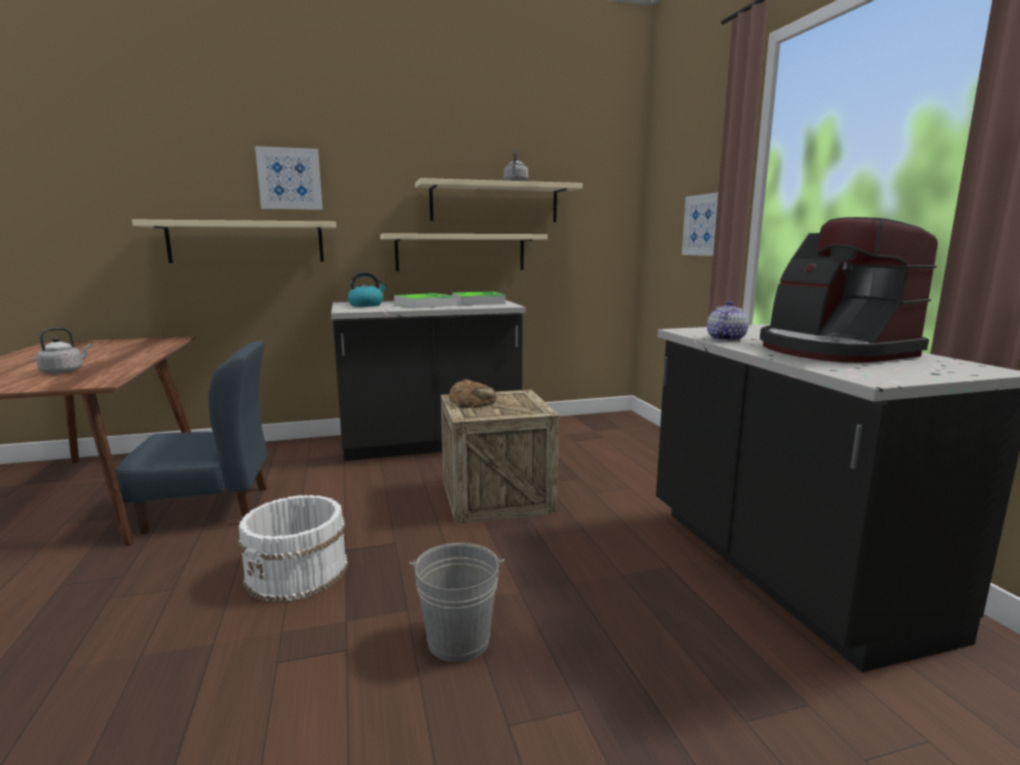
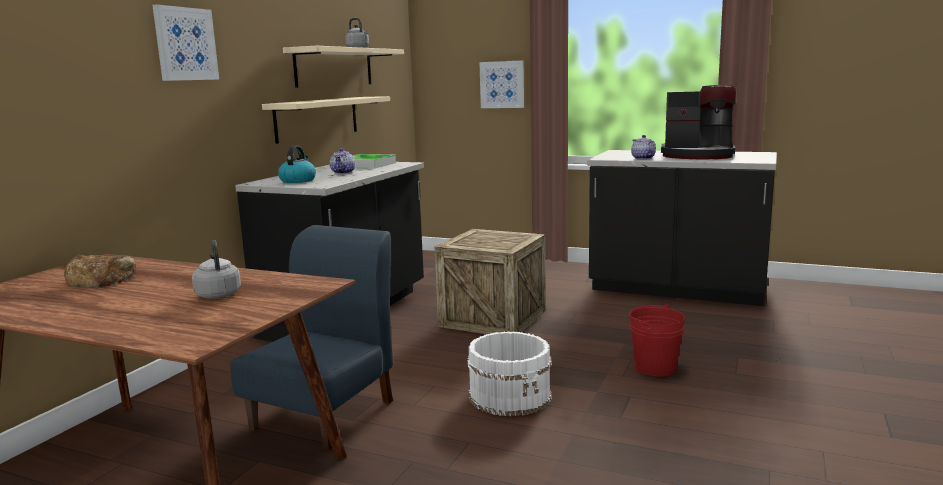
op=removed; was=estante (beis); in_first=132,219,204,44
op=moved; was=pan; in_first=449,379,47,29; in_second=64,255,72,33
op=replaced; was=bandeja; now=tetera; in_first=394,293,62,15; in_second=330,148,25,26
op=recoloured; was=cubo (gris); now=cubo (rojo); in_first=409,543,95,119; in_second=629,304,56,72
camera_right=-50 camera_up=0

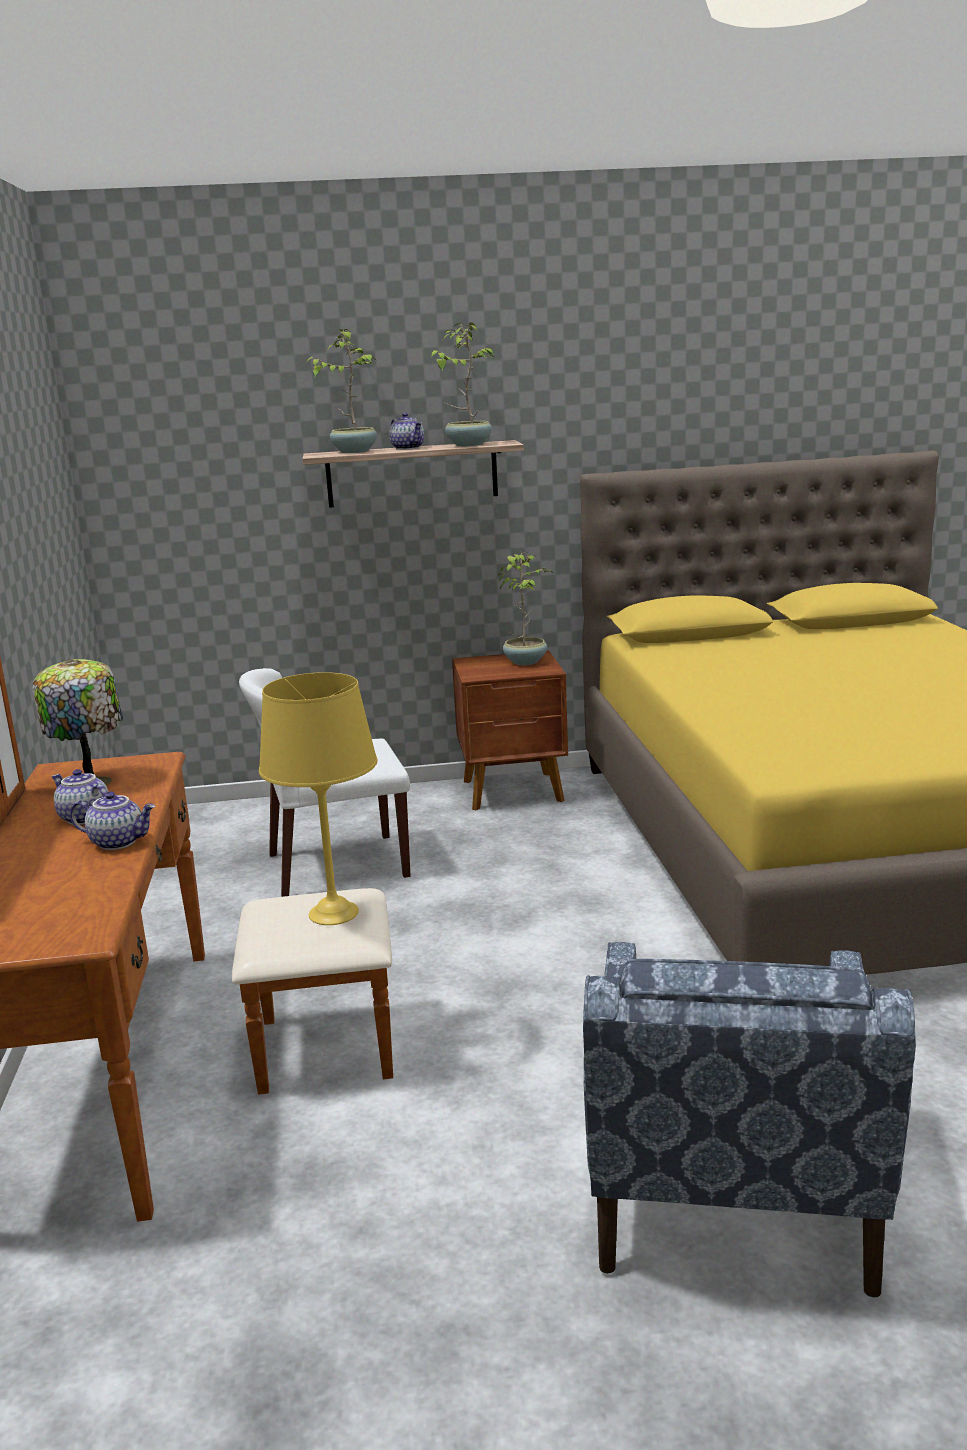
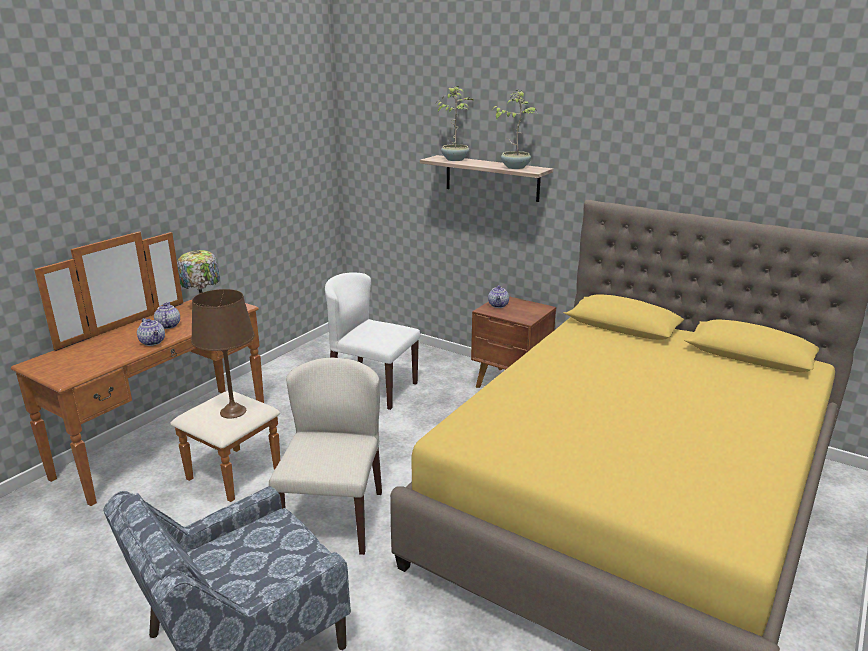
op=removed; was=planta en maceta; in_first=498,552,54,113
op=added; now=silla (beis); in_second=269,357,113,198
op=moved; was=tetera; in_first=389,413,35,37; in_second=488,285,21,23
op=recoloured; was=lámpara de mesa (amarillo); now=lámpara de mesa (marrón); in_first=259,672,119,253; in_second=191,289,64,129
camera_right=40 camera_up=5

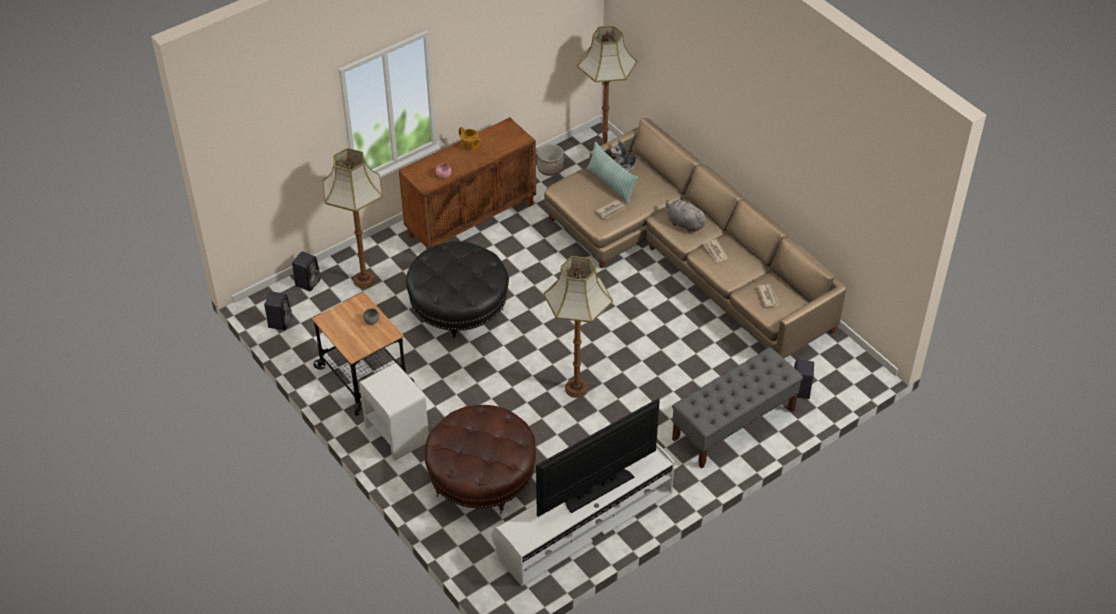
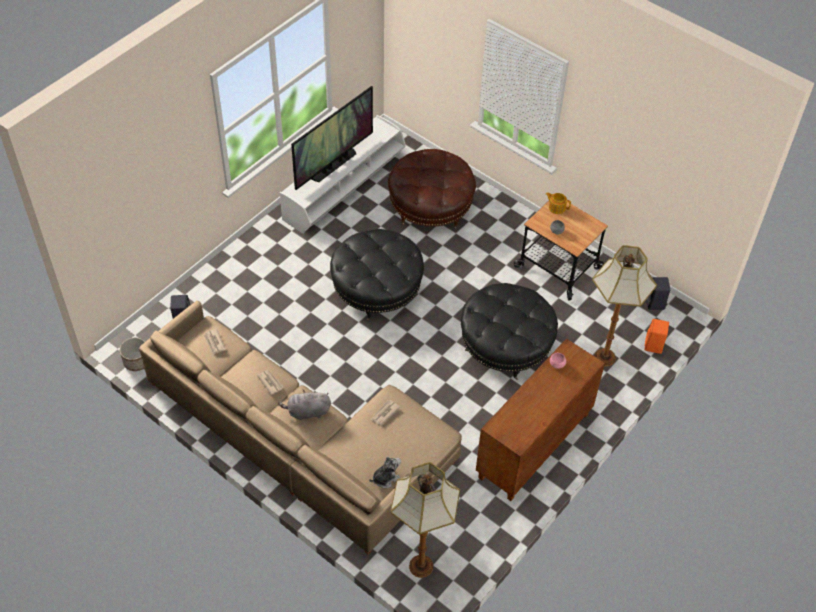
op=removed; was=mesita de noche (blanco); in_first=359,363,70,98
op=removed; was=cojín; in_first=586,142,53,63
op=removed; was=banco (gris); in_first=672,347,131,122
op=moved; was=tetera; in_first=459,127,22,24; in_second=546,192,25,22
op=moved; was=maceta; in_first=537,144,27,32; in_second=120,338,25,33
op=replaced; was=lámpara de pie; now=puf (negro); in_first=544,256,69,142; in_second=330,229,94,92
op=recoloured; was=altavoz (negro); now=altavoz (naranja); in_first=292,251,29,40; in_second=645,319,24,35
op=turned; was=peluche (gris); in_first=666,199,42,34; in_second=278,389,53,32; clockwise=150
camera_right=165 camera_up=5

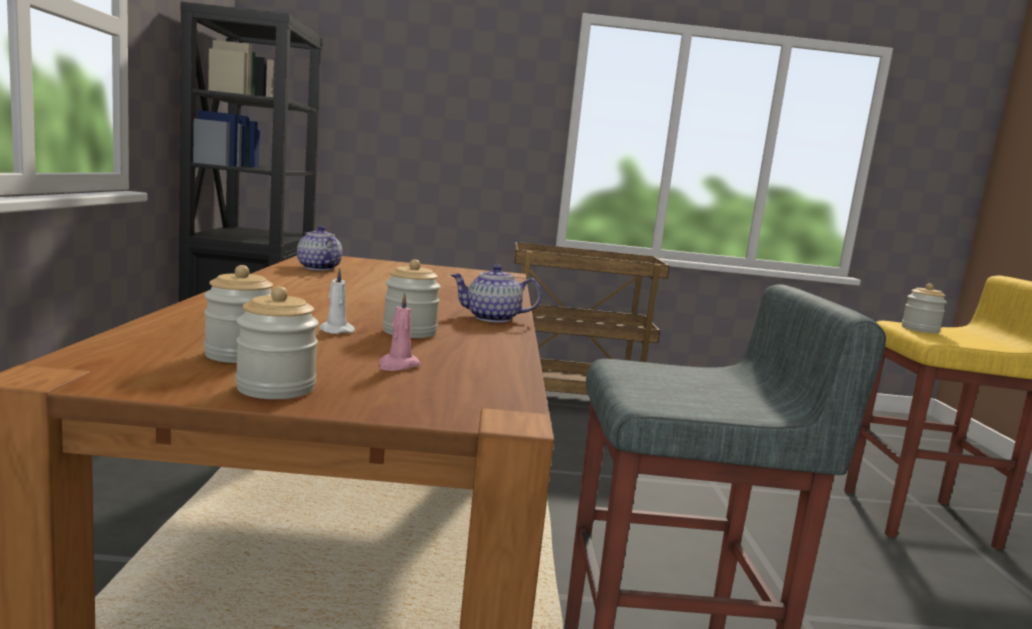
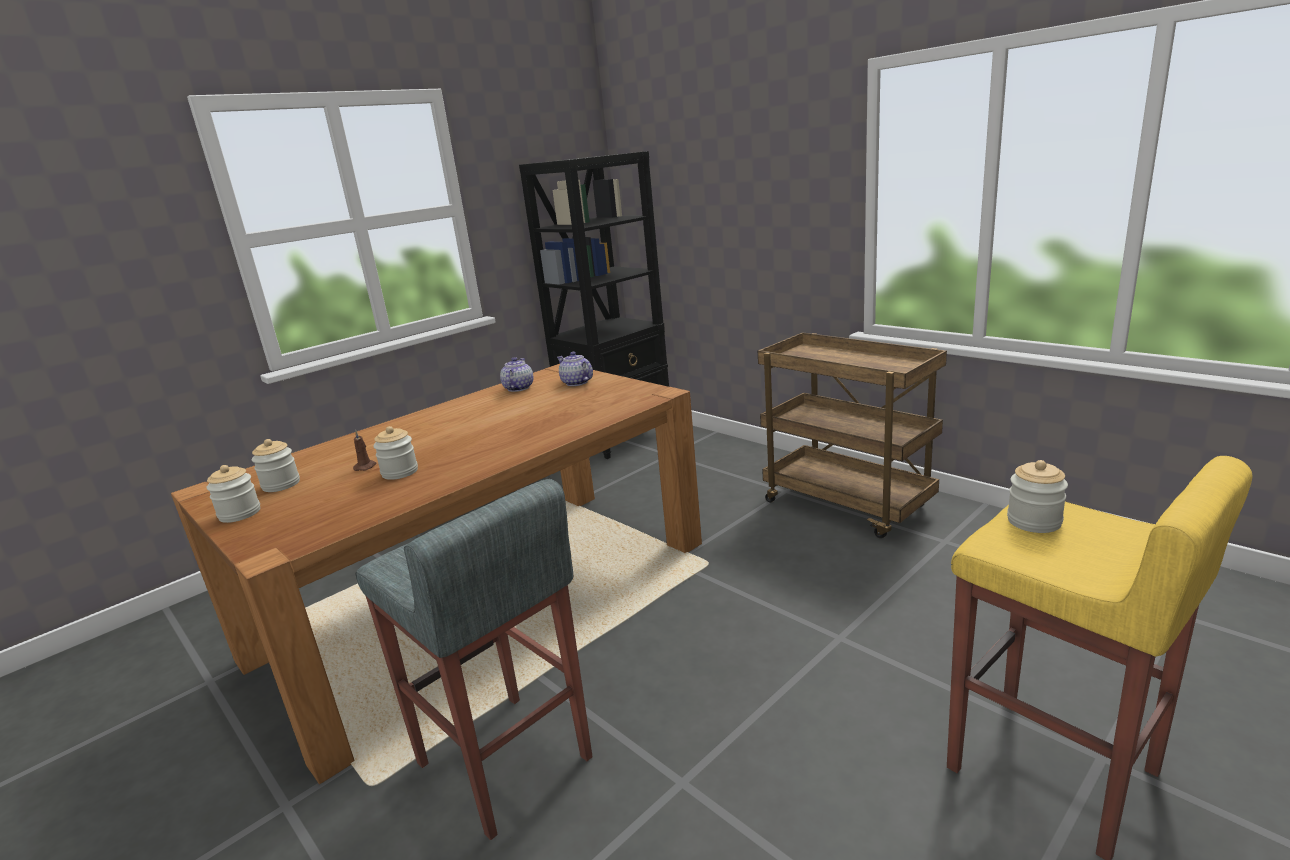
op=removed; was=vela (rosa); in_first=379,292,42,79
op=moved; was=tetera; in_first=451,265,91,58; in_second=557,352,36,34
op=recoloured; was=vela (blanco); now=vela (marrón); in_first=319,267,36,67; in_second=353,430,23,41
camera_right=50 camera_up=10

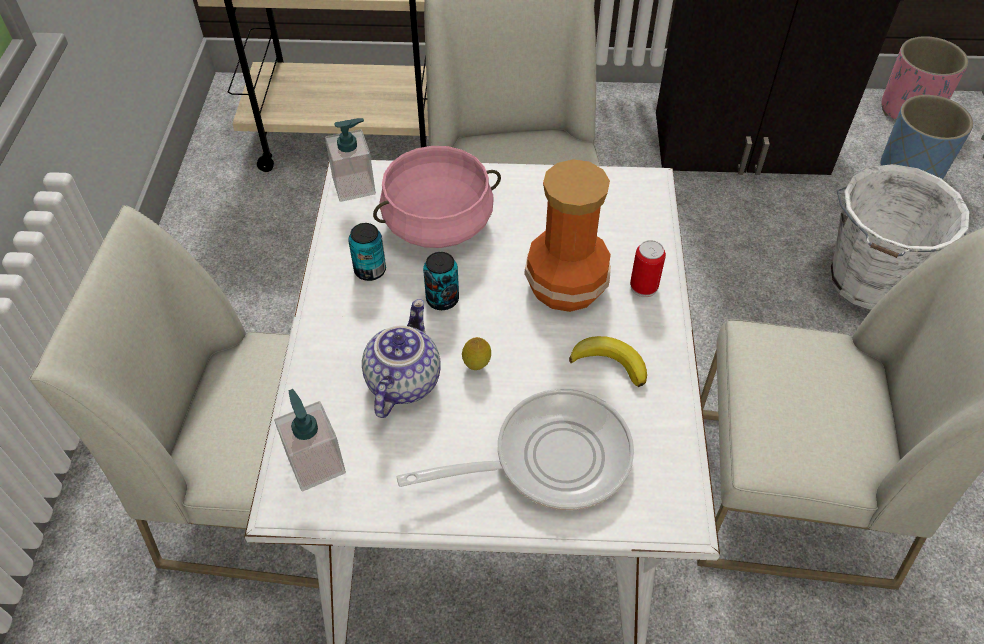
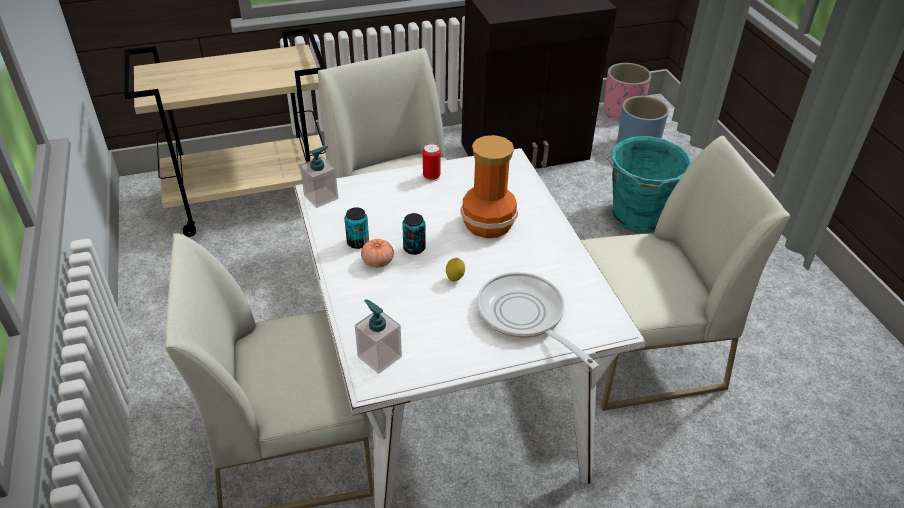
op=removed; was=tetera; in_first=362,299,79,119
op=removed; was=olla (rosa); in_first=373,146,128,102
op=removed; was=plátano; in_first=569,336,78,51
op=added; now=tomate; in_second=361,239,33,29
op=moved; was=lata; in_first=630,240,36,57; in_second=423,144,18,38
op=recoloured; was=cubo (blanco); now=cubo (turquesa); in_first=830,164,139,145; in_second=607,136,85,97
op=turned; was=sartén; in_first=397,389,237,121; in_second=477,272,122,97; clockwise=-90
camera_right=-20 camera_up=-10

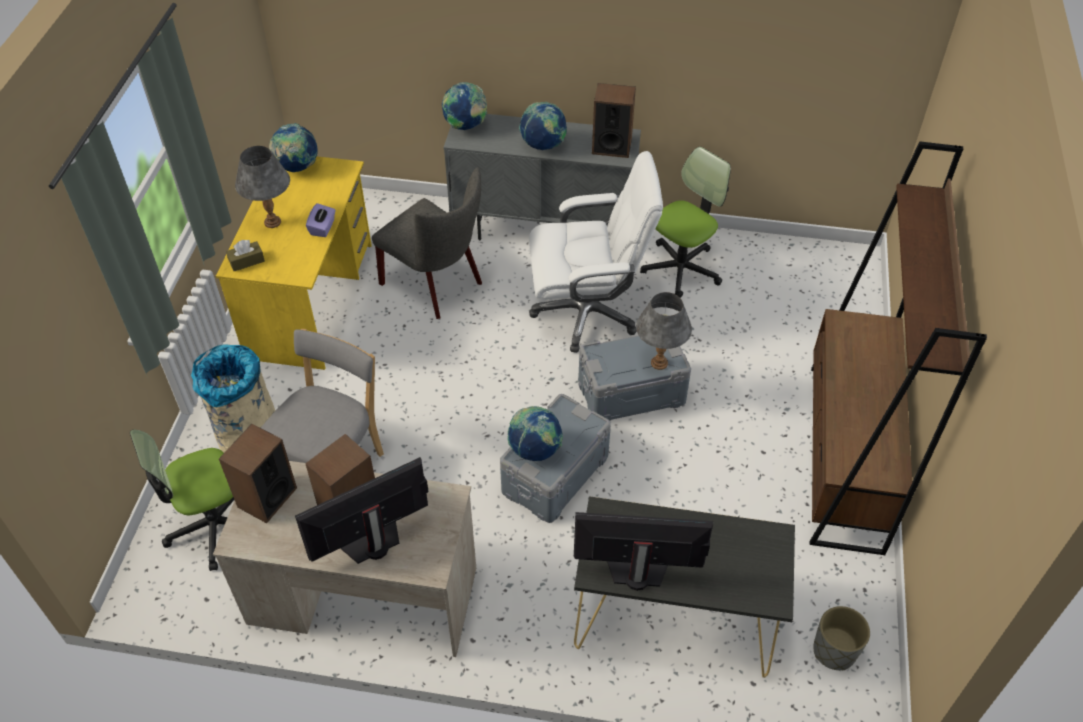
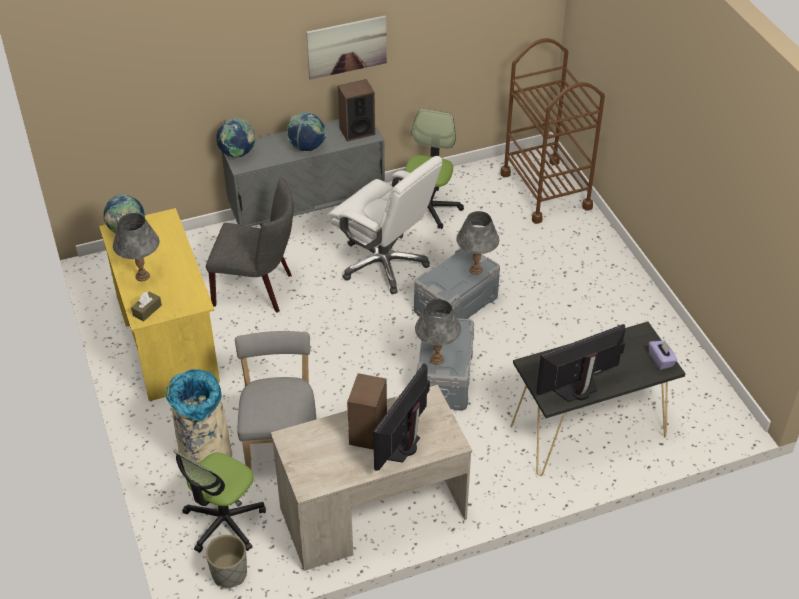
op=removed; was=altavoz; in_first=219,424,78,99
op=removed; was=estantería (marrón); in_first=809,141,178,414
op=added; now=cuadro; in_second=306,16,81,64
op=added; now=carrito (marrón); in_second=501,38,104,186
op=moved; was=caja de pañuelos (morado); in_first=306,203,30,34; in_second=649,341,28,29
op=moved; was=maceta (gris); in_first=813,606,57,64; in_second=206,535,41,53
op=replaced; was=globo terráqueo; now=lámpara de mesa (gris); in_first=507,406,56,55; in_second=415,299,46,66
op=turned; was=silla de oficina (blanco); in_first=529,151,134,202; in_second=327,156,115,138; clockwise=75
camera_right=-30 camera_up=-5

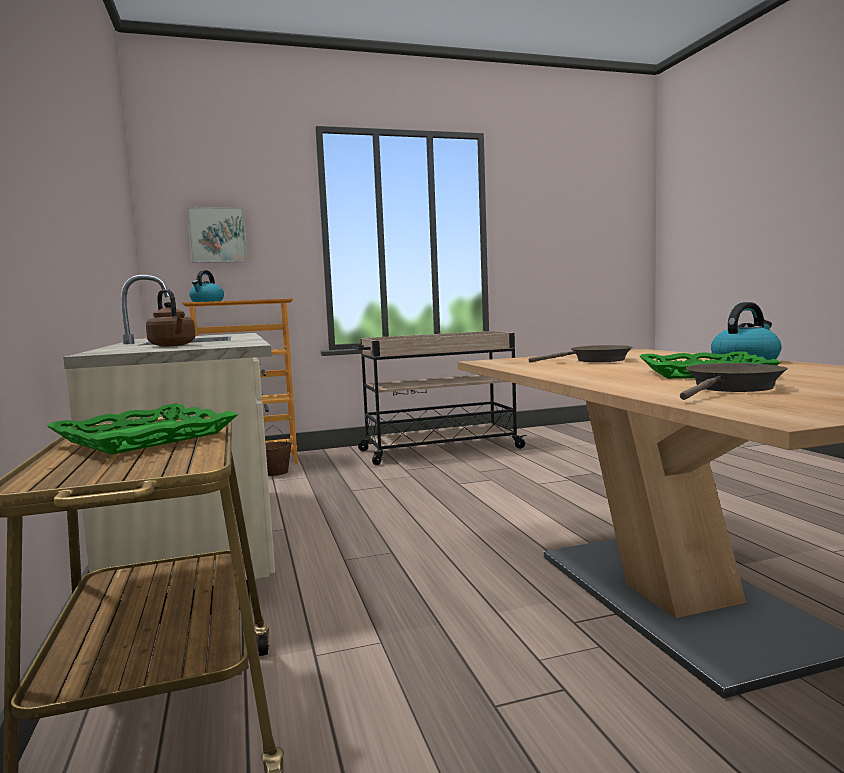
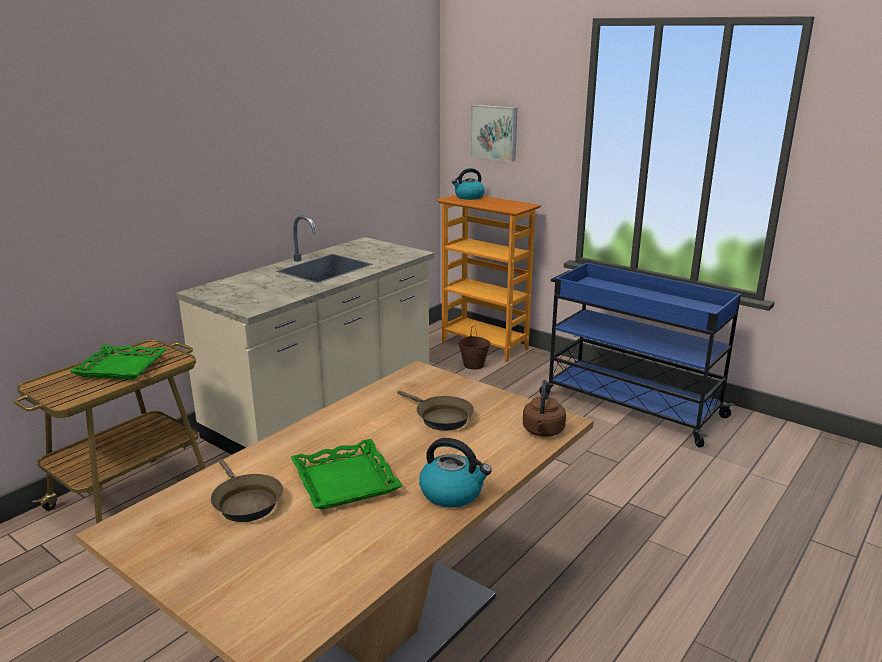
op=moved; was=hervidor (marrón); in_first=146,289,49,58; in_second=523,380,43,57
op=recoloured; was=carrito (beis); now=carrito (azul); in_first=352,331,175,134; in_second=539,263,202,185
op=turned; was=sartén (marrón); in_first=680,363,108,37; in_second=211,460,72,62; clockwise=45
camera_right=55 camera_up=15

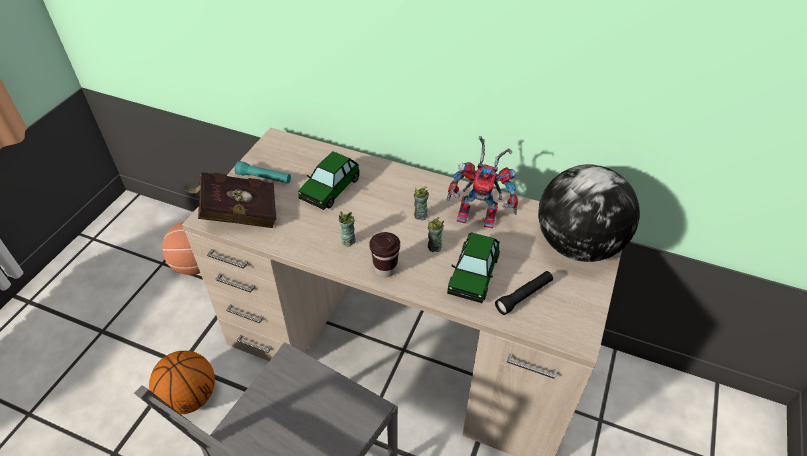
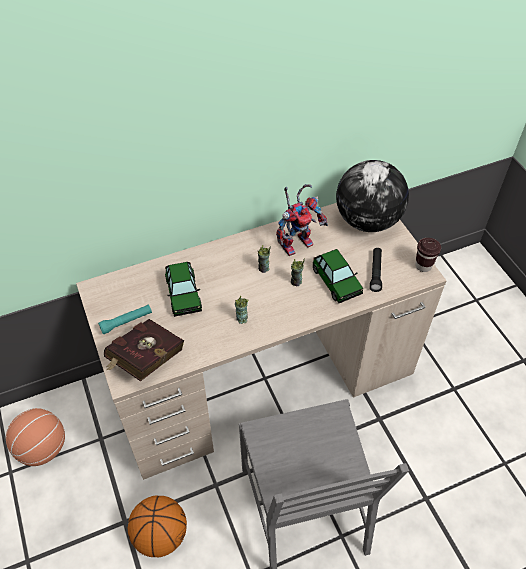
op=moved; was=taza (marrón); in_first=369,232,31,45; in_second=415,238,26,34
camera_right=-45 camera_up=5

